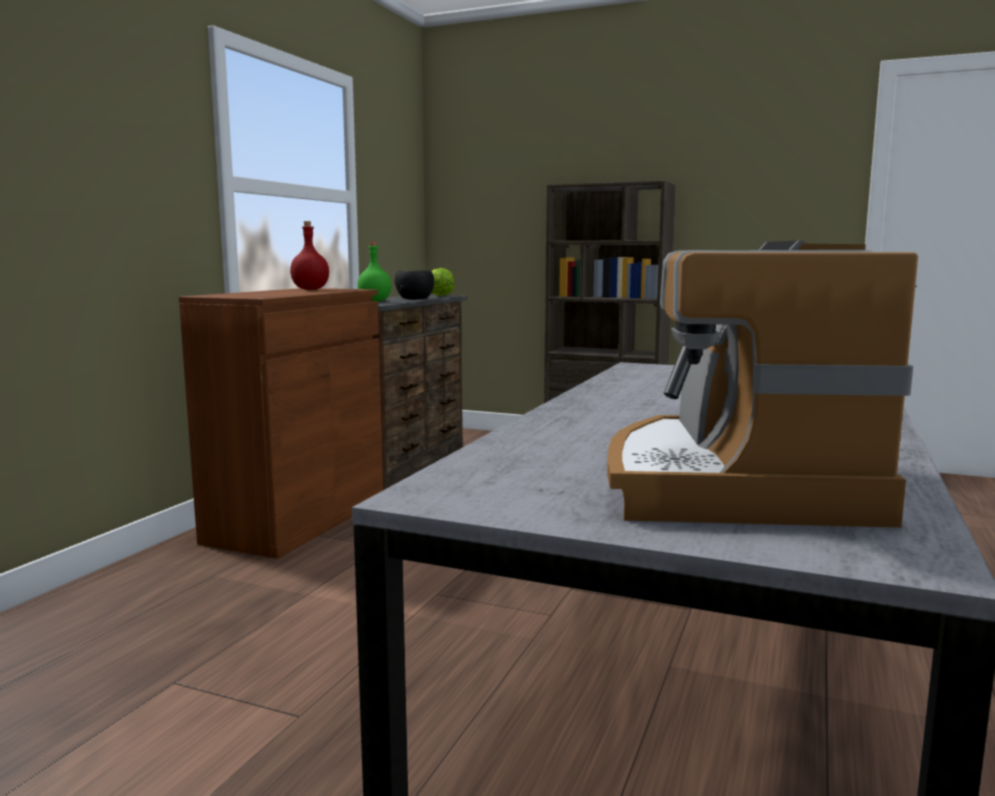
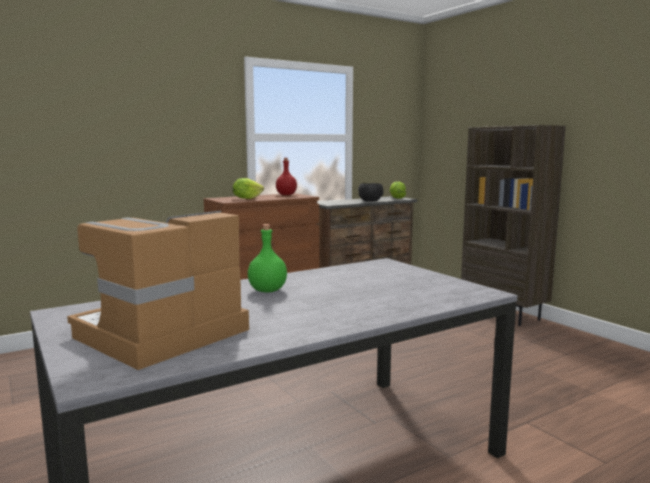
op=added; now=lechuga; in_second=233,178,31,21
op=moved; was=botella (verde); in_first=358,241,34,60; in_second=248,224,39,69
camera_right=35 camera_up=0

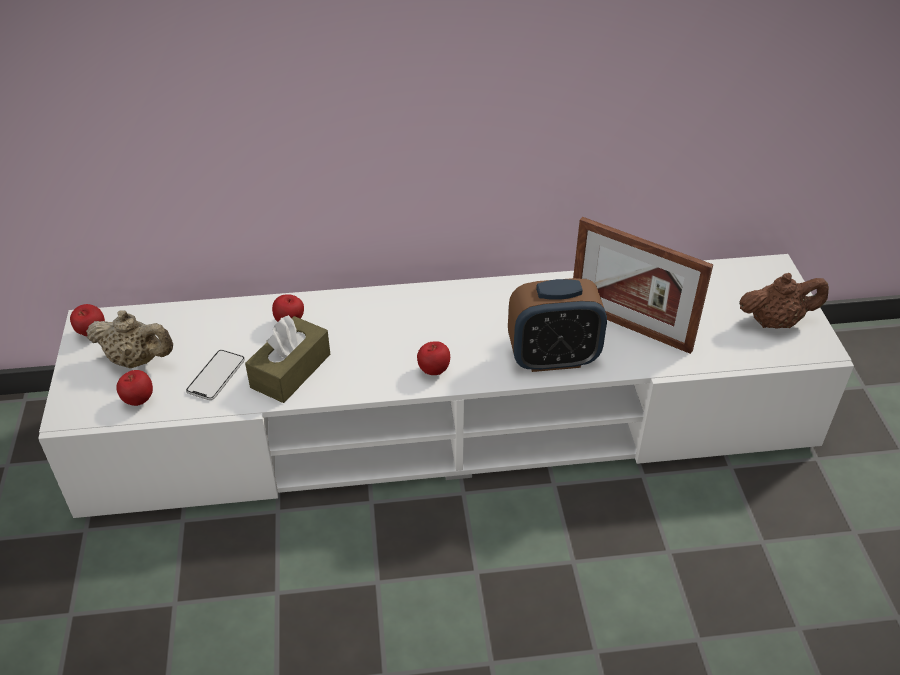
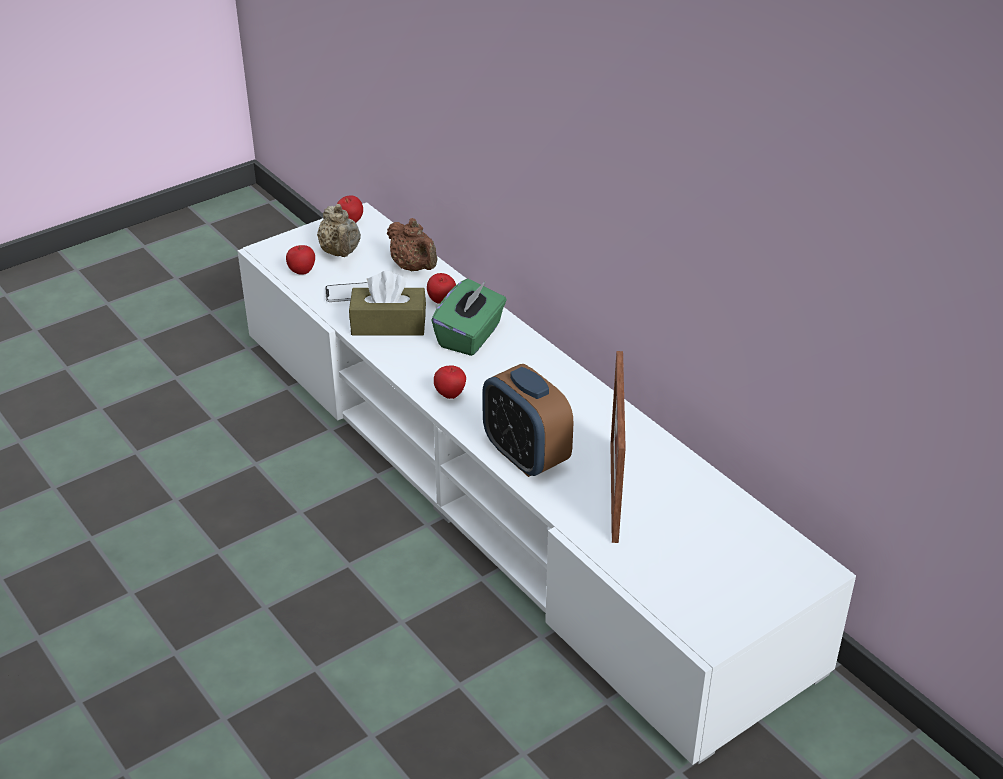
op=added; now=caja de pañuelos (verde); in_second=432,279,75,77
op=moved; was=tetera (marrón); in_first=739,273,90,55; in_second=387,218,50,53
camera_right=60 camera_up=-5

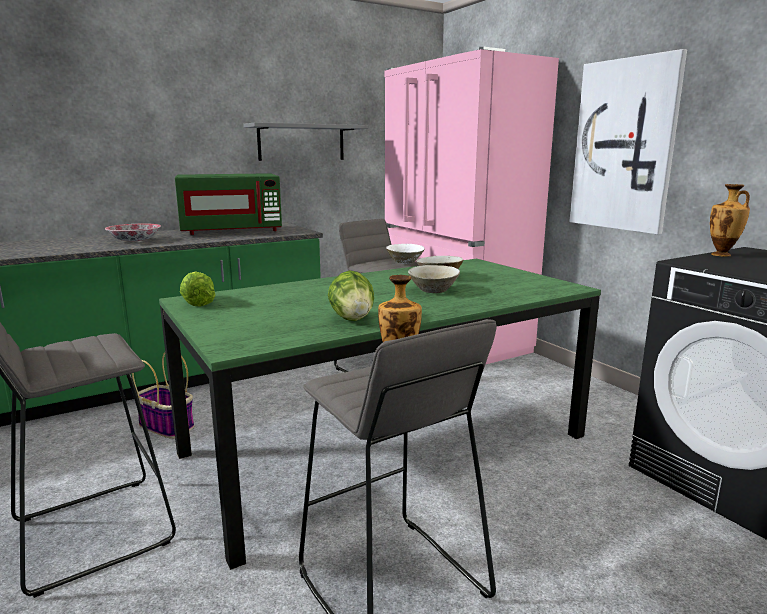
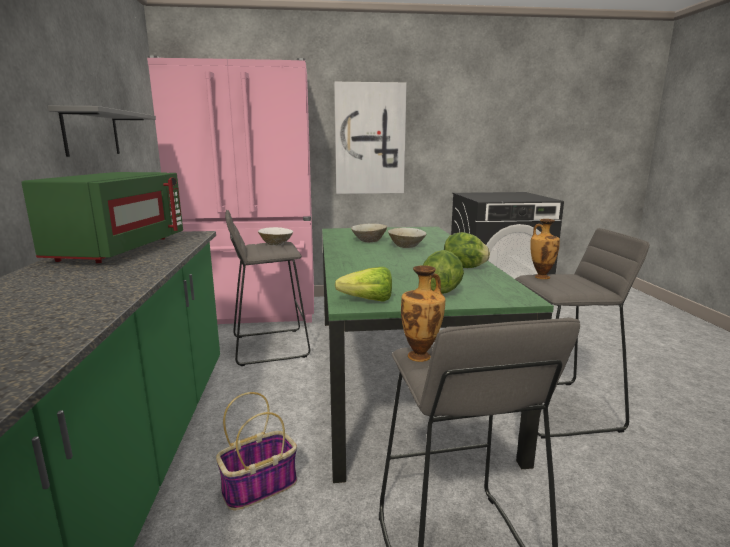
op=removed; was=cuenco; in_first=105,224,56,17
op=added; now=lechuga; in_second=423,250,41,44
op=moved; was=florero; in_first=710,184,40,73; in_second=401,265,44,97
camera_right=-65 camera_up=0

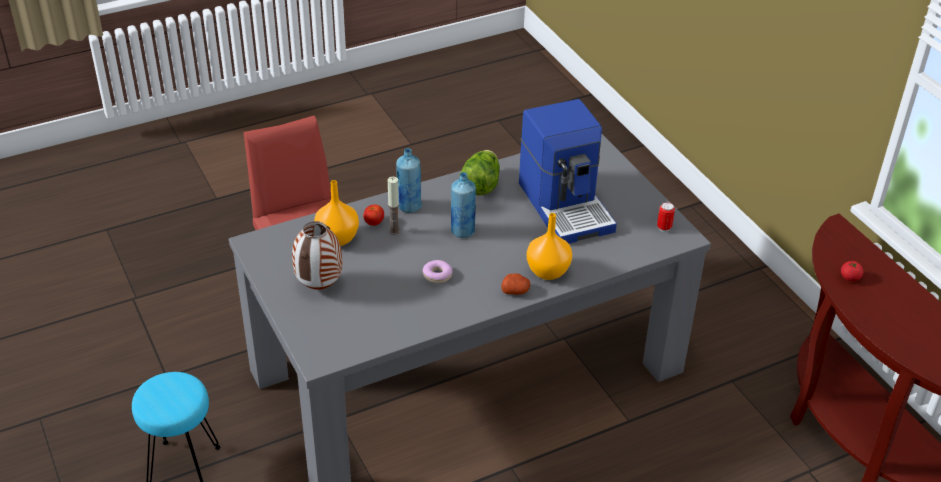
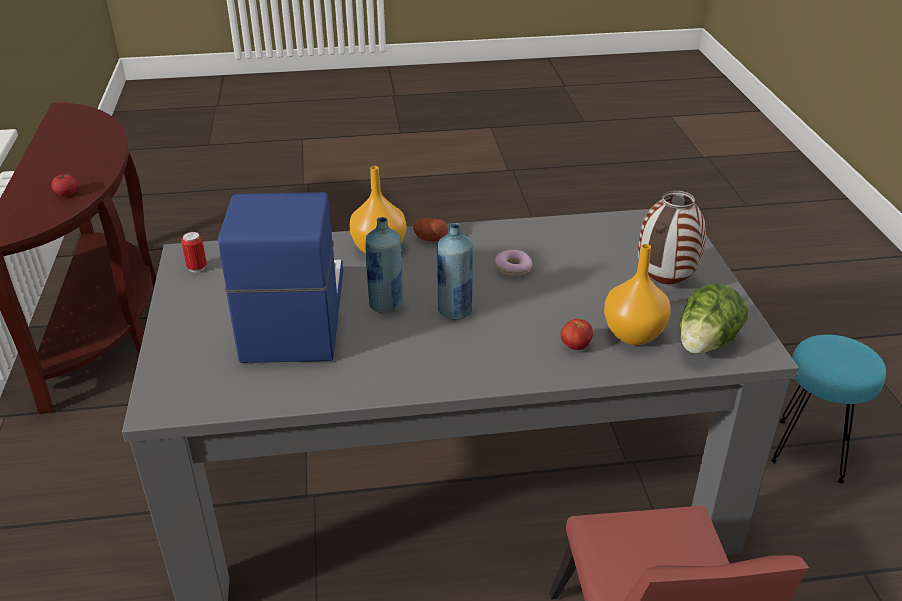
op=removed; was=vela; in_first=388,177,12,58
op=moved; was=botella (azul); in_first=396,148,26,65; in_second=365,217,38,97
op=moved; was=lechuga; in_first=459,150,41,45; in_second=680,283,68,71
camera_right=-160 camera_up=-5

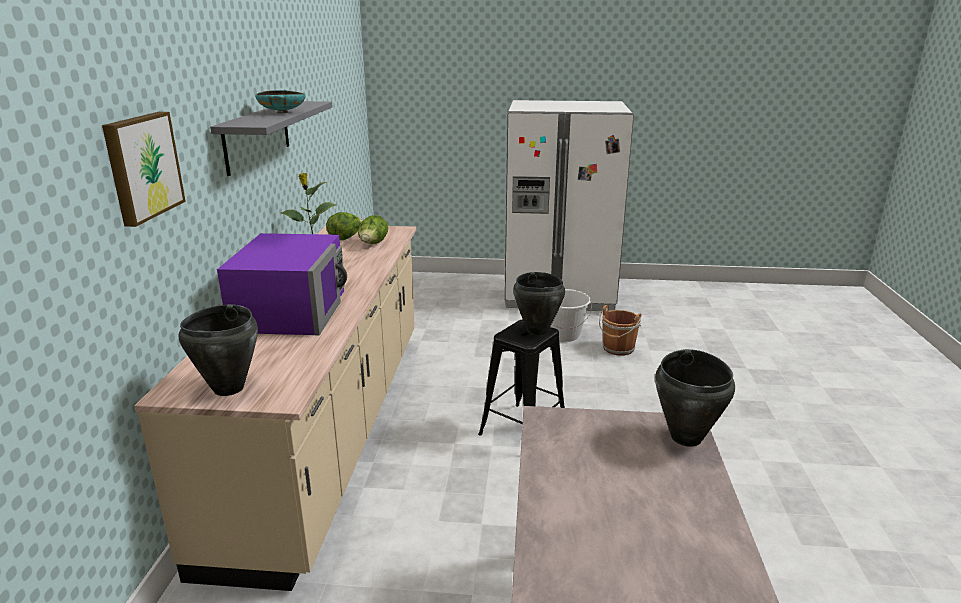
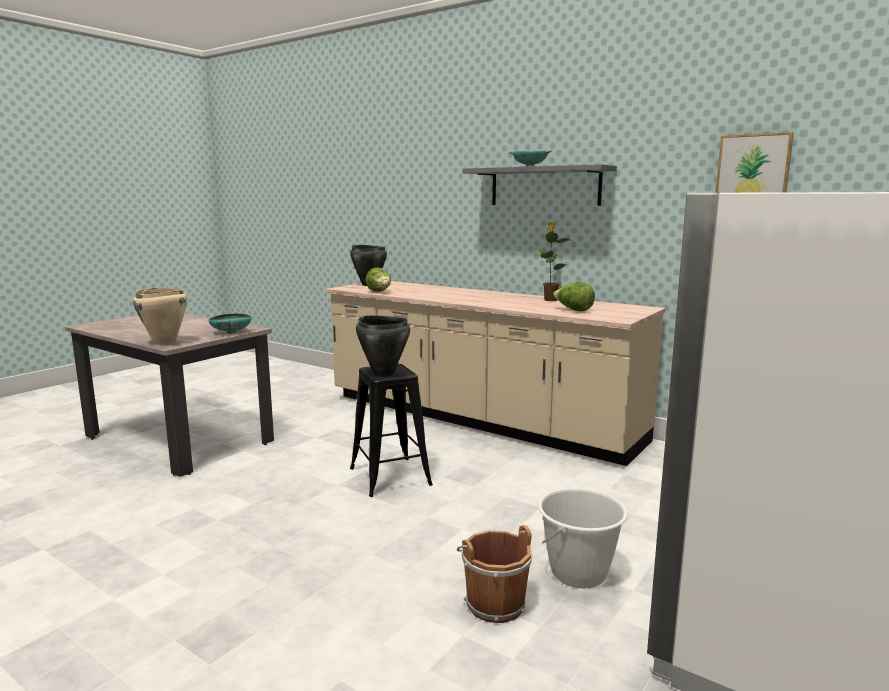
op=removed; was=microondas (morado); in_first=217,233,130,102
op=added; now=cuenco (turquesa); in_second=208,312,44,22
op=moved; was=cuadro; in_first=102,112,84,115; in_second=715,132,79,61
op=moved; was=lechuga; in_first=326,212,36,28; in_second=365,267,26,25
op=recoloured; was=olla (negro); now=olla (beis); in_first=655,349,80,98; in_second=133,288,55,57
camera_right=120 camera_up=-10

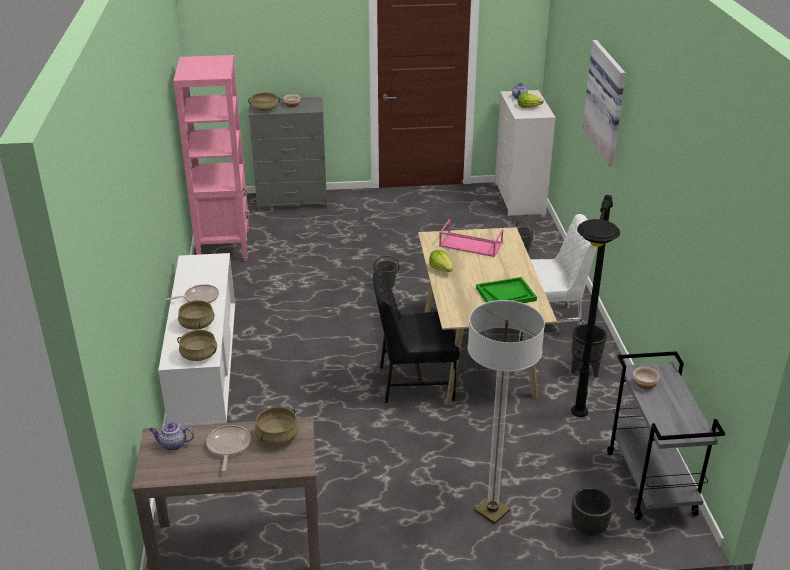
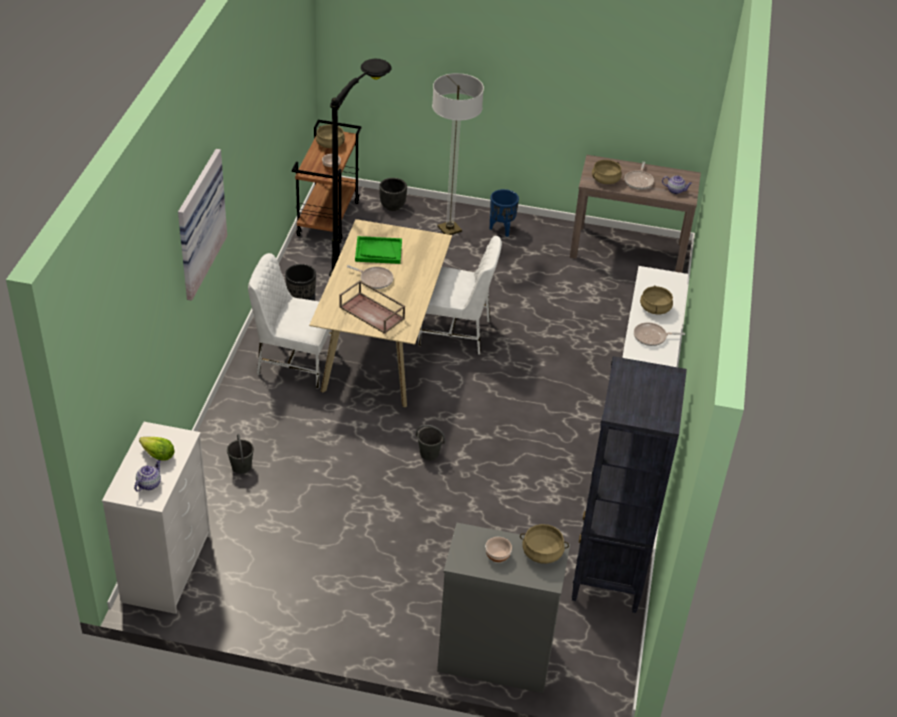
op=removed; was=lechuga; in_first=429,250,24,22
op=added; now=sartén; in_second=347,265,46,24
op=added; now=maceta (azul); in_second=490,189,29,48
op=moved; was=olla (beis); in_first=177,330,40,31; in_second=316,125,29,23
op=recoloured; was=estantería (rosa); now=estantería (negro); in_first=173,55,76,206; in_second=571,356,116,257
op=recoloured; was=silla (negro); now=silla (blanco); in_first=373,270,87,133; in_second=418,236,84,119
op=recoloured; was=bandeja (rosa); now=bandeja (marrón); in_first=439,219,64,38; in_second=339,280,66,54
op=recoloured; was=carrito (gris); now=carrito (marrón); in_first=607,351,118,169; in_second=292,120,69,123
camera_right=-165 camera_up=10

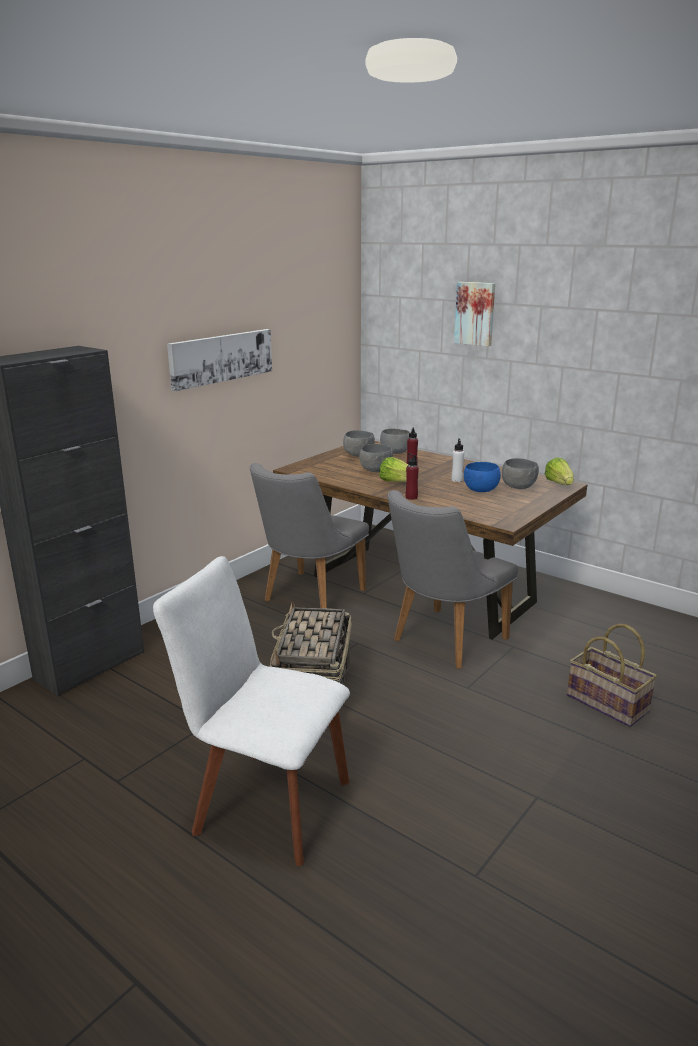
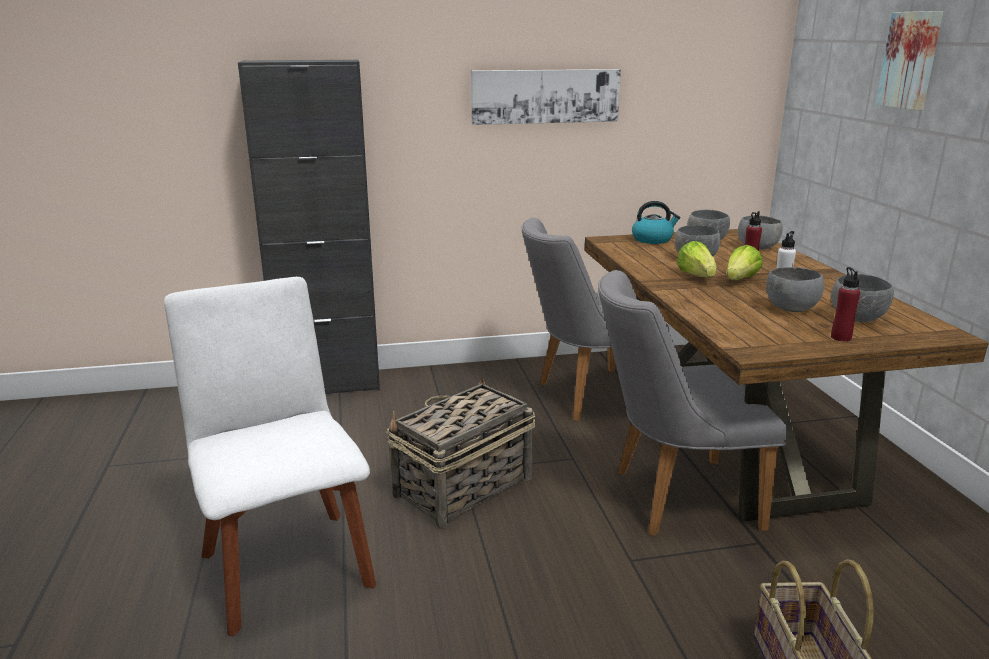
op=added; now=hervidor; in_second=632,201,49,43
op=moved; was=botella (rojo); in_first=406,453,13,47; in_second=831,267,29,75
op=moved; was=lechuga; in_first=545,458,29,27; in_second=726,245,37,35
op=recoloured; was=cuenco (azul); now=cuenco (gris); in_first=464,462,37,30; in_second=766,267,58,45
camera_right=40 camera_up=0

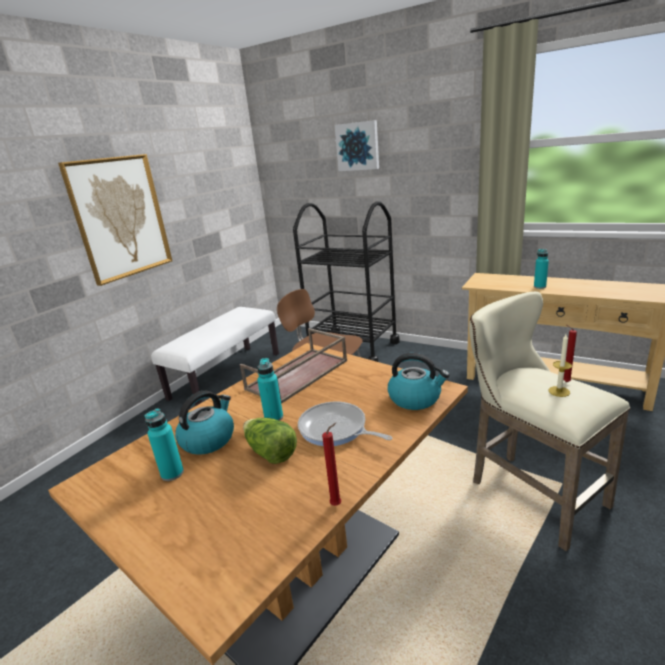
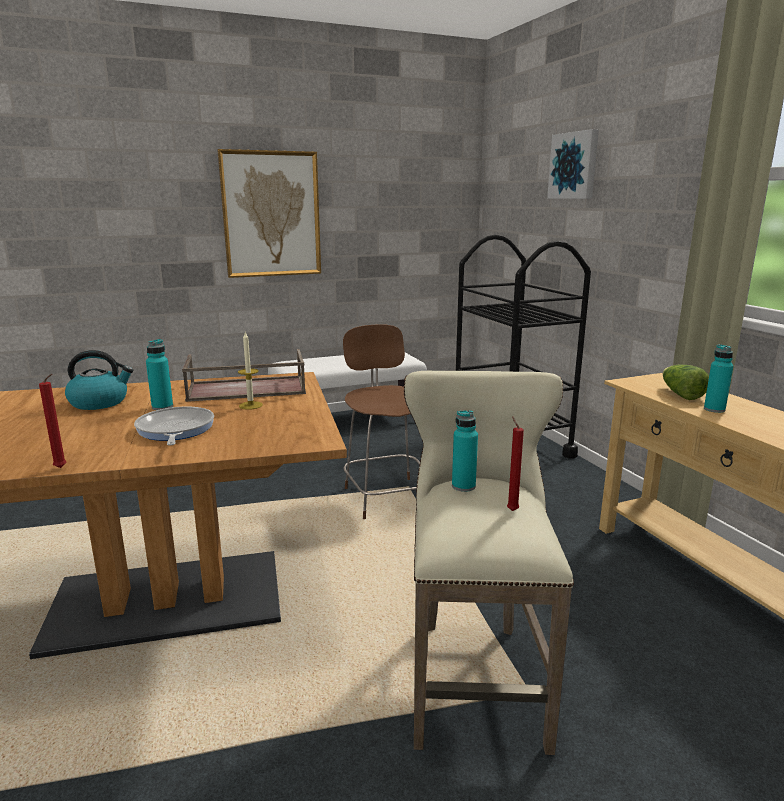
op=removed; was=hervidor; in_first=387,353,63,57
op=moved; was=botella (turquesa); in_first=145,409,39,72; in_second=452,410,26,82
op=moved; was=lechuga; in_first=243,418,54,46; in_second=663,364,46,36
op=moved; was=vela; in_first=548,334,24,63; in_second=238,332,25,78
camera_right=35 camera_up=-5

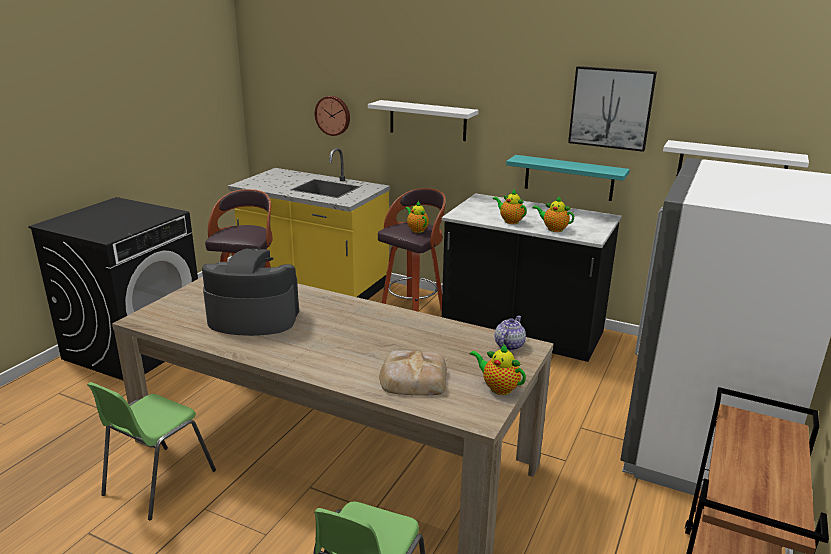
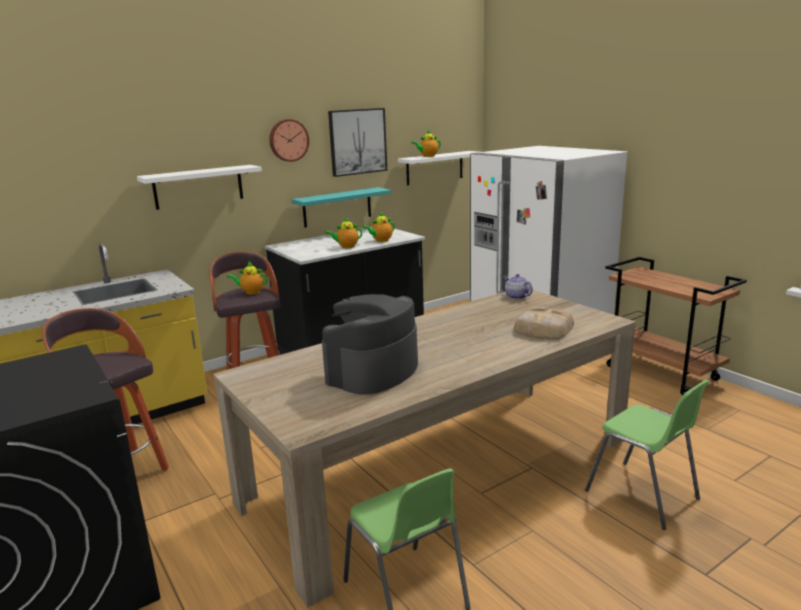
op=moved; was=reloj de pared; in_first=315,96,35,40; in_second=269,119,40,43
op=moved; was=tetera; in_first=470,344,56,51; in_second=411,130,30,27
camera_right=-60 camera_up=-5

